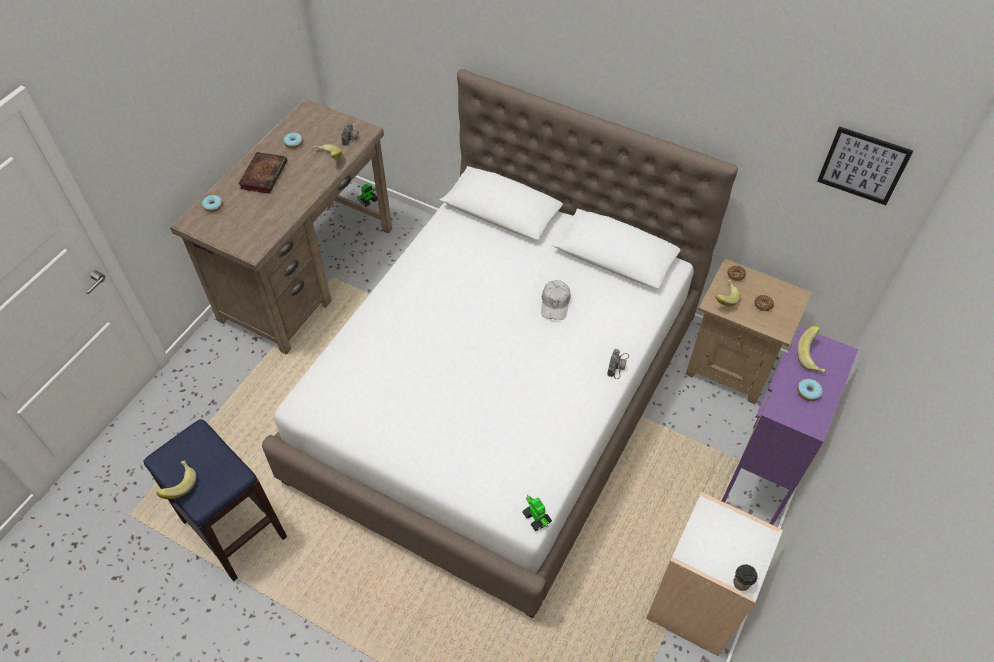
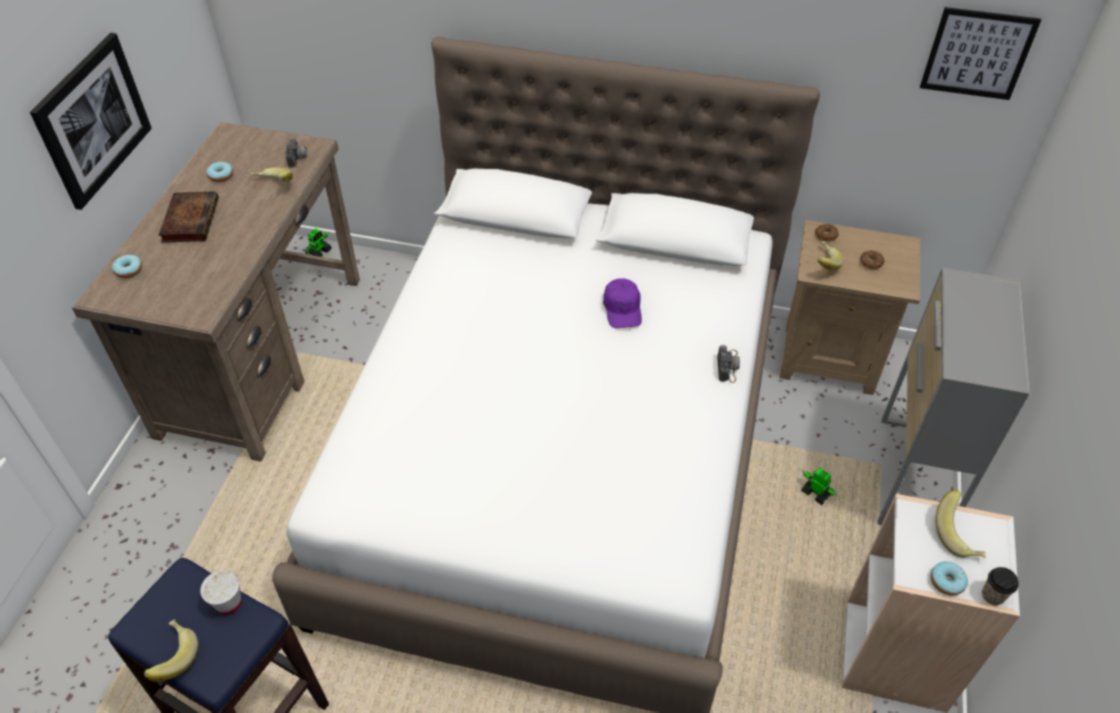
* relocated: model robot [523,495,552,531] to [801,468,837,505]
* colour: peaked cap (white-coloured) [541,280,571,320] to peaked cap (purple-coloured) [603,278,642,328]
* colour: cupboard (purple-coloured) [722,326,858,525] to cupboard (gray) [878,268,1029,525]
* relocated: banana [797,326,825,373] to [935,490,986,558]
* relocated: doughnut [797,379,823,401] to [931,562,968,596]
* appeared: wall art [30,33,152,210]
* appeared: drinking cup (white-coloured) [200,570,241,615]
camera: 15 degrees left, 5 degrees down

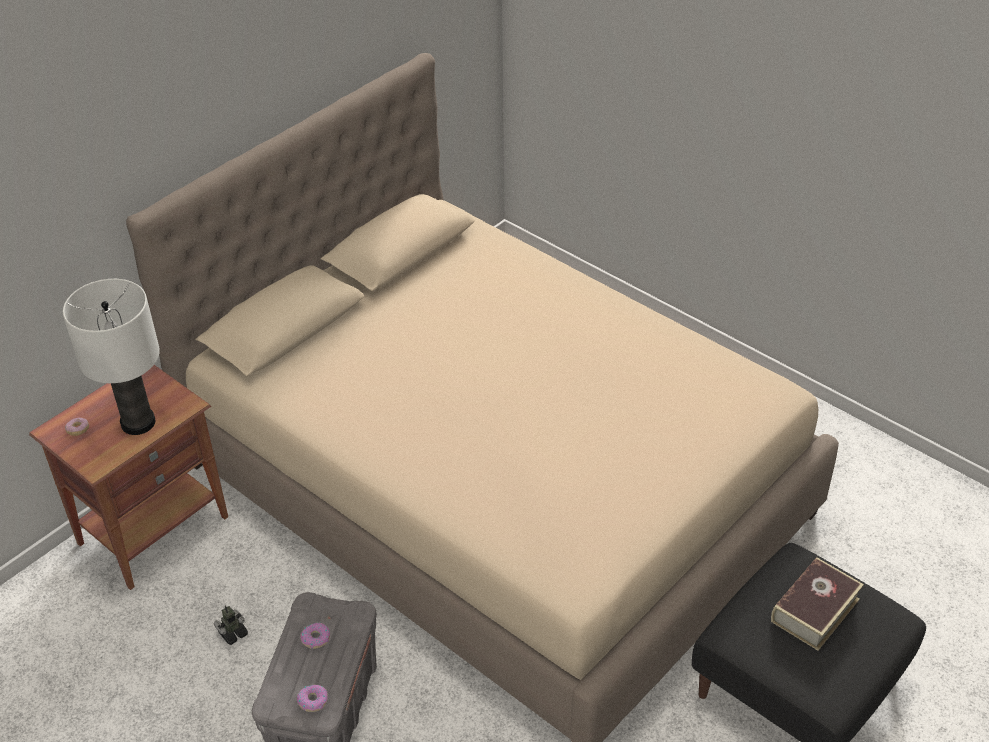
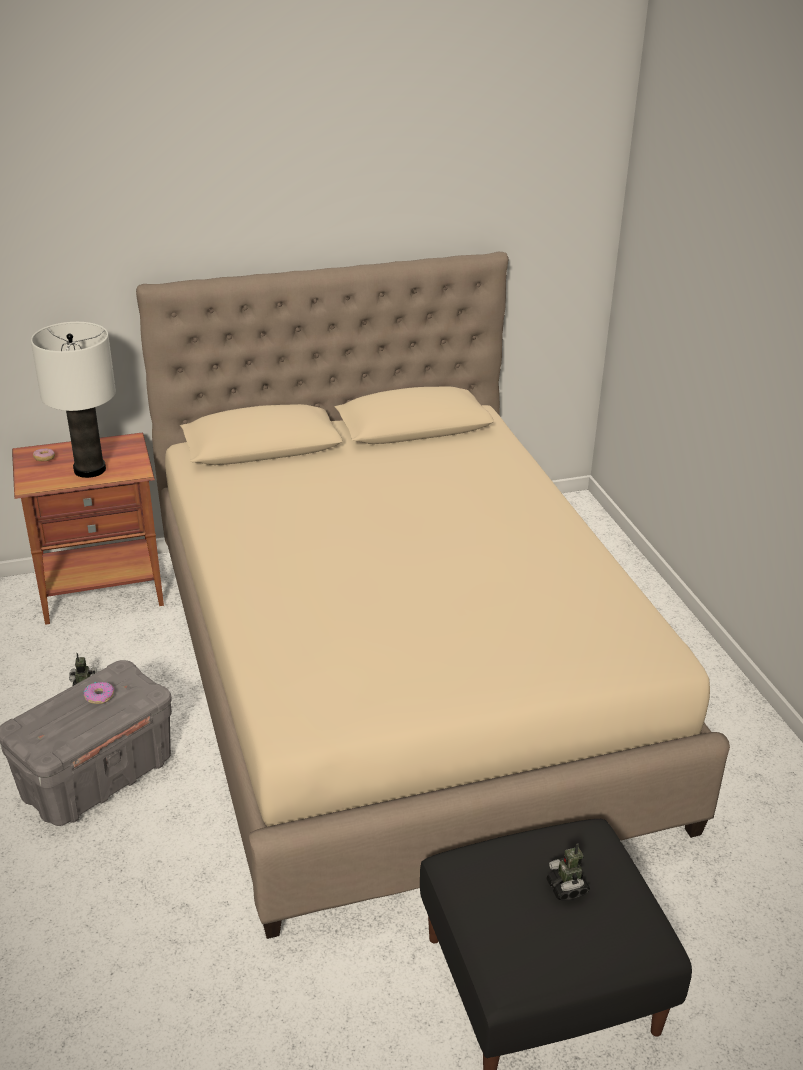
* missing: doughnut [297,685,328,712]
* exchanged: bound book [771,557,864,651] to model robot [546,843,590,900]
camera: 30 degrees right, 10 degrees down

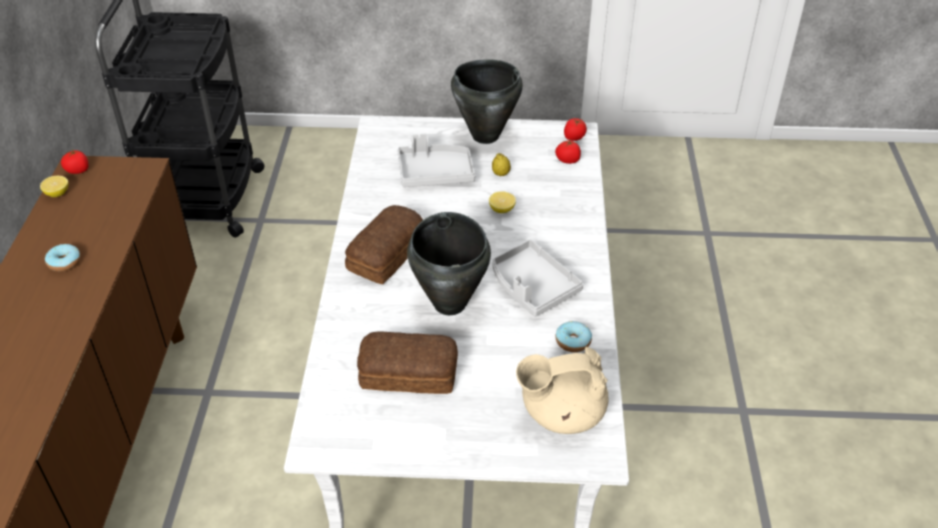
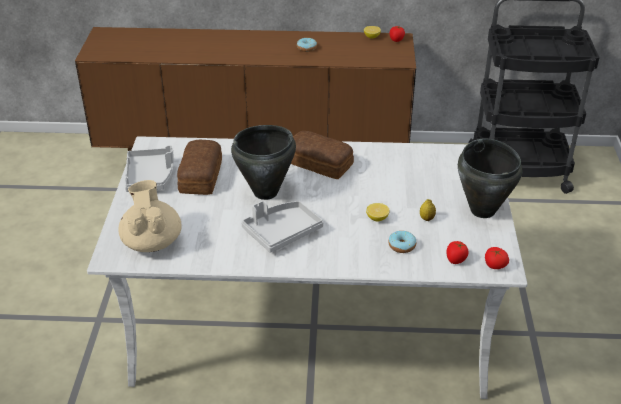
* relocated: serving tray (gray) [397,134,475,187] to [125,145,174,192]
* relocated: doughnut [556,321,592,352] to [388,231,416,253]
camera: 90 degrees right, 5 degrees down

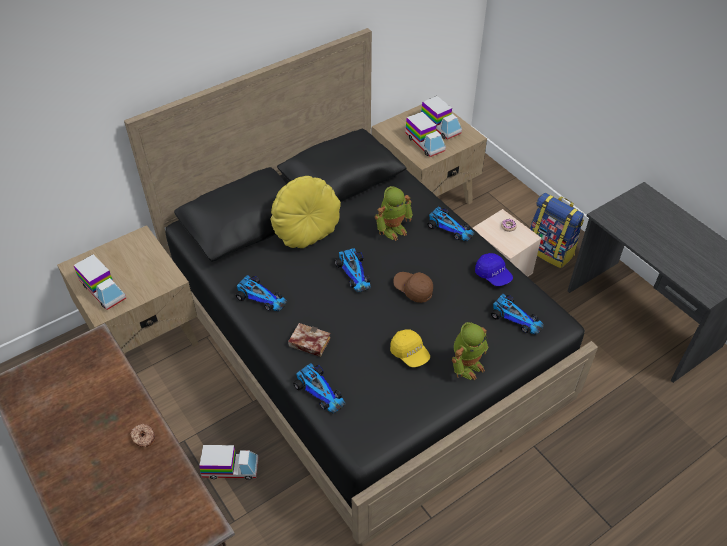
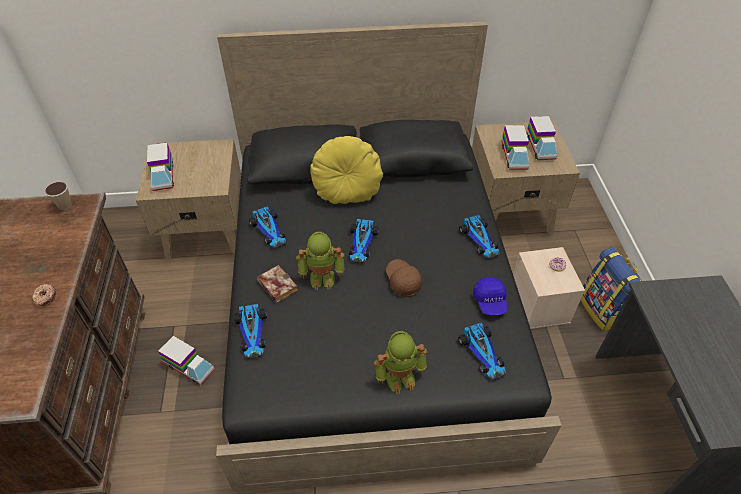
* relocated: model robot [375,186,413,241] to [296,232,345,290]
* missing: peaked cap (yellowish) [390,329,430,367]
* appeared: drinking cup [45,182,72,210]
camera: 30 degrees right, 0 degrees up

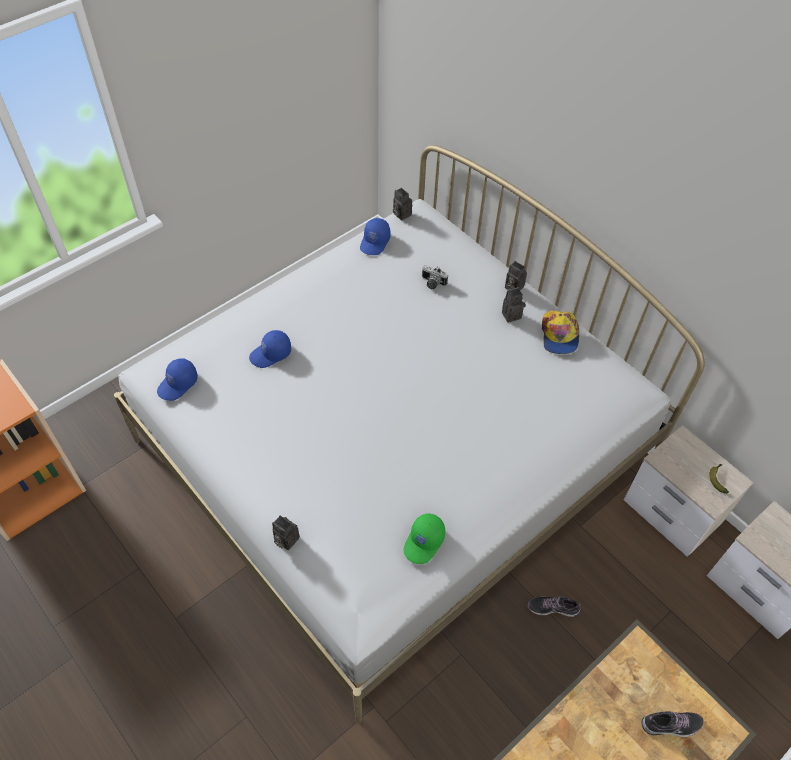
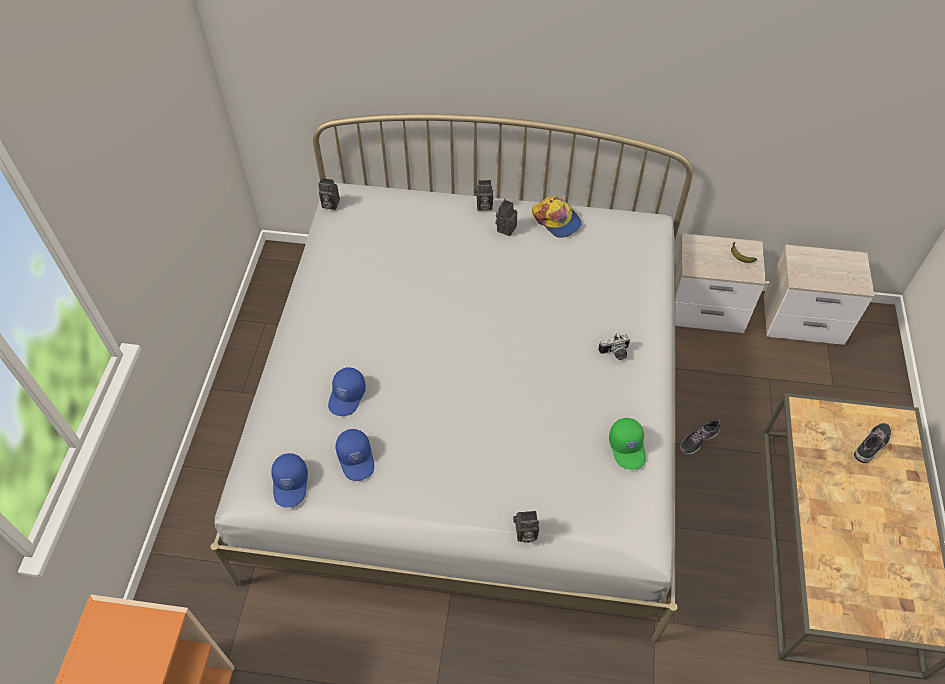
* relocated: peaked cap (blue-coloured) [360,218,391,255] to [336,429,374,481]
* relocated: photo camera [422,265,448,289] to [598,333,631,360]
camera: 40 degrees left, 0 degrees up

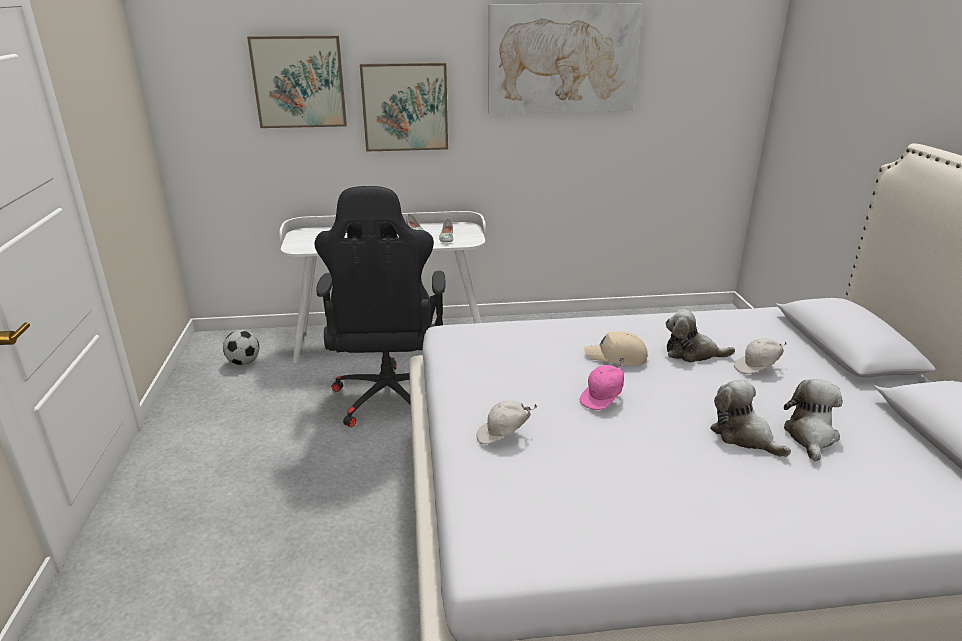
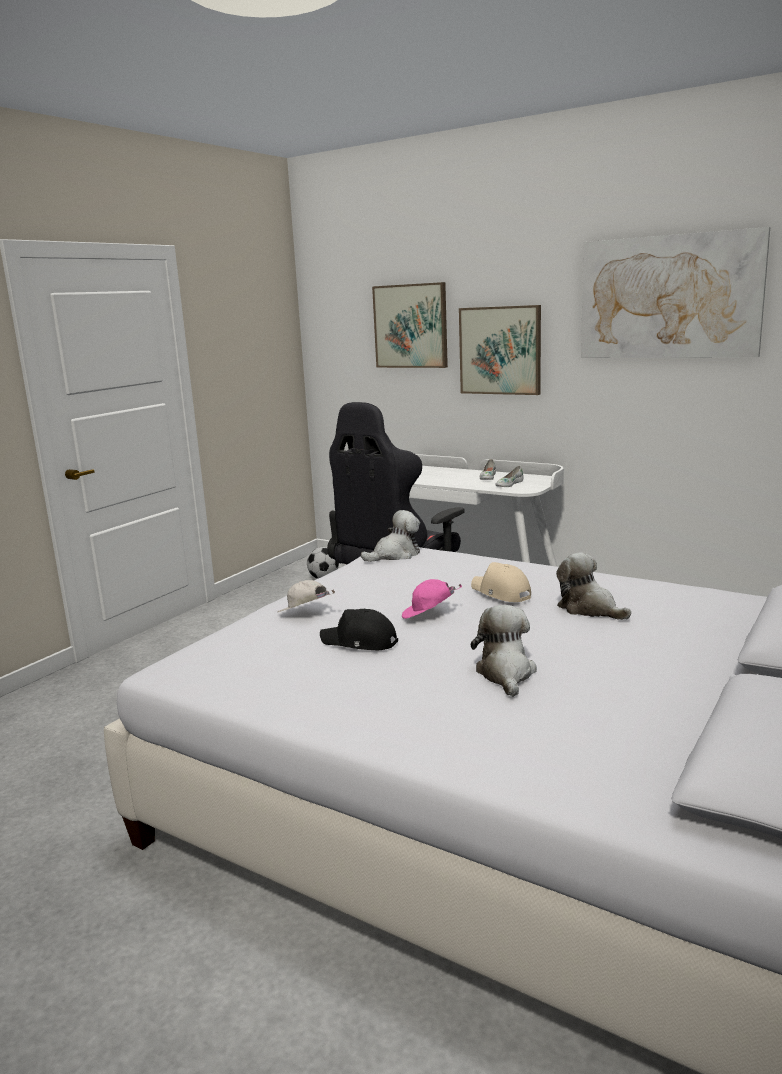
* missing: peaked cap (white-coloured) [734,338,787,374]
* relocated: cuddly toy [784,379,843,461] to [361,510,420,562]
* appeared: peaked cap (black) [320,609,398,650]
camera: 40 degrees right, 10 degrees down

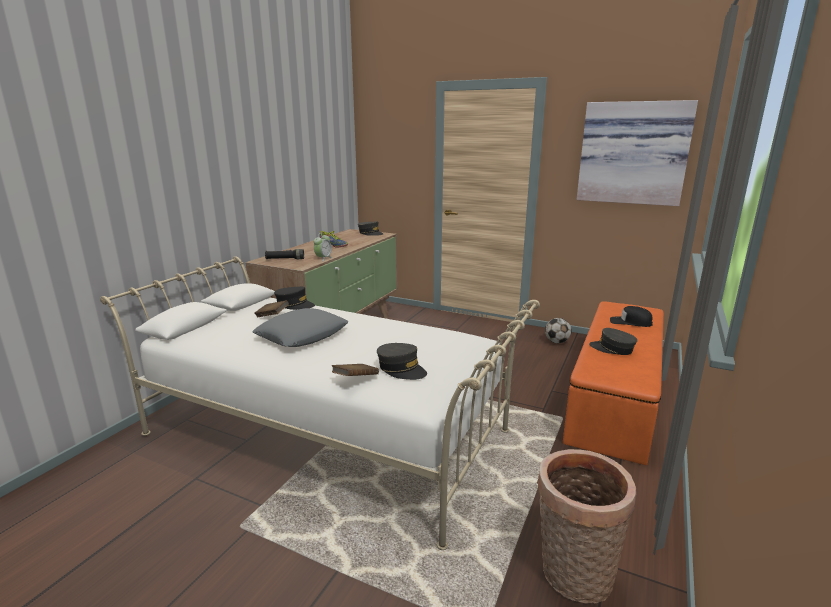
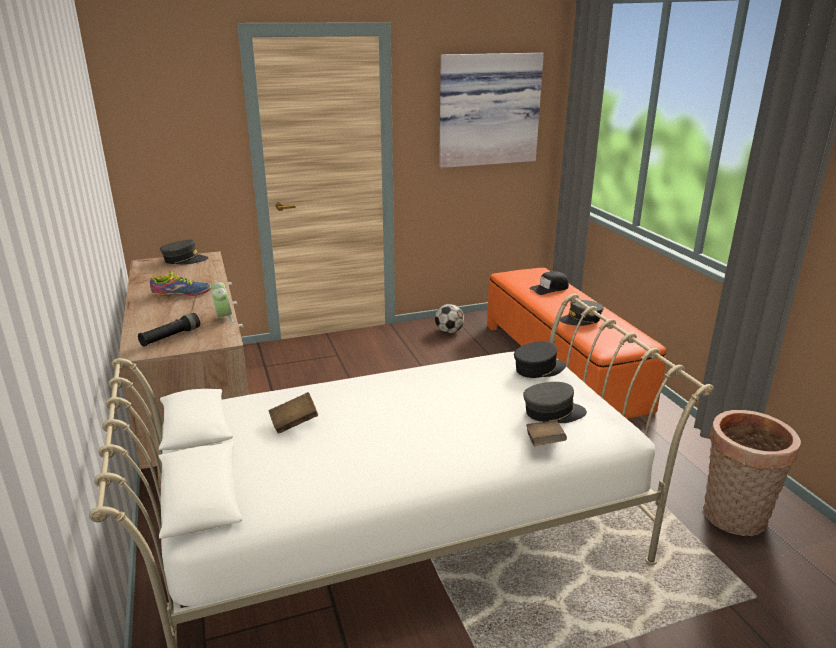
* missing: cushion (gray) [252,308,348,347]
* relocated: peaked cap (black) [274,287,315,310] to [514,341,566,378]
camera: 45 degrees left, 5 degrees up

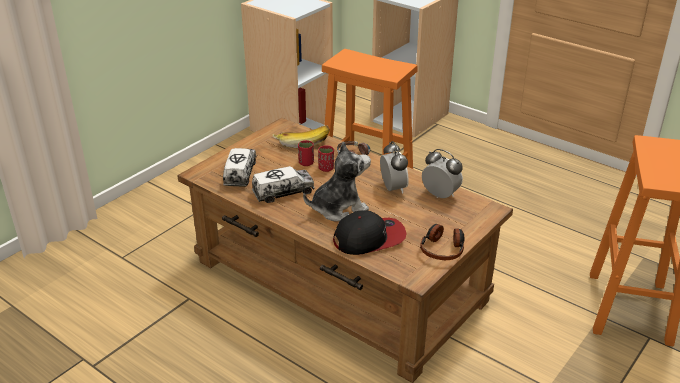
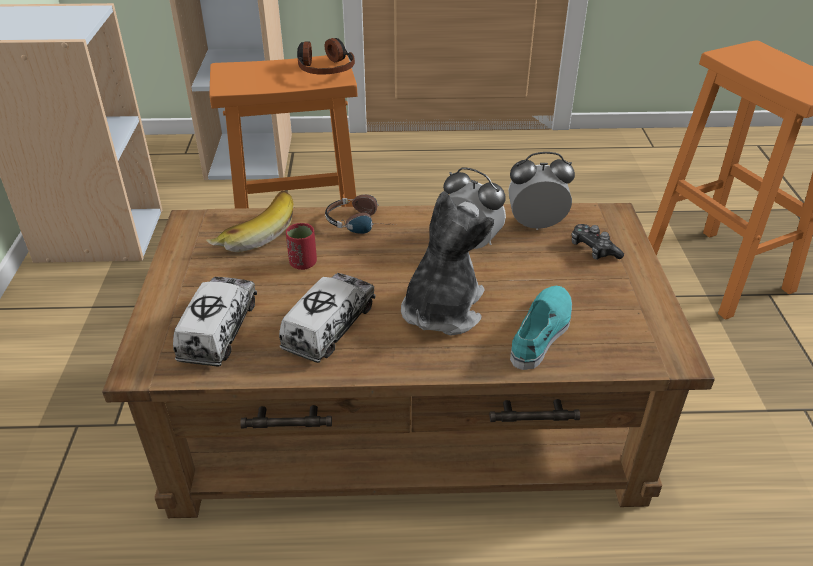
* spun: toy truck [223,148,257,187] = [173,277,257,366] 45 degrees clockwise
* missing: drinking cup (reddish) [318,145,334,172]
* exchanged: peaked cap [333,210,407,255] to low shoe (turquoise) [510,286,572,370]
* relocated: pair of headphones [420,224,464,260] to [297,38,355,74]
* appeared: joypad [571,224,624,260]
camera: 40 degrees left, 5 degrees up

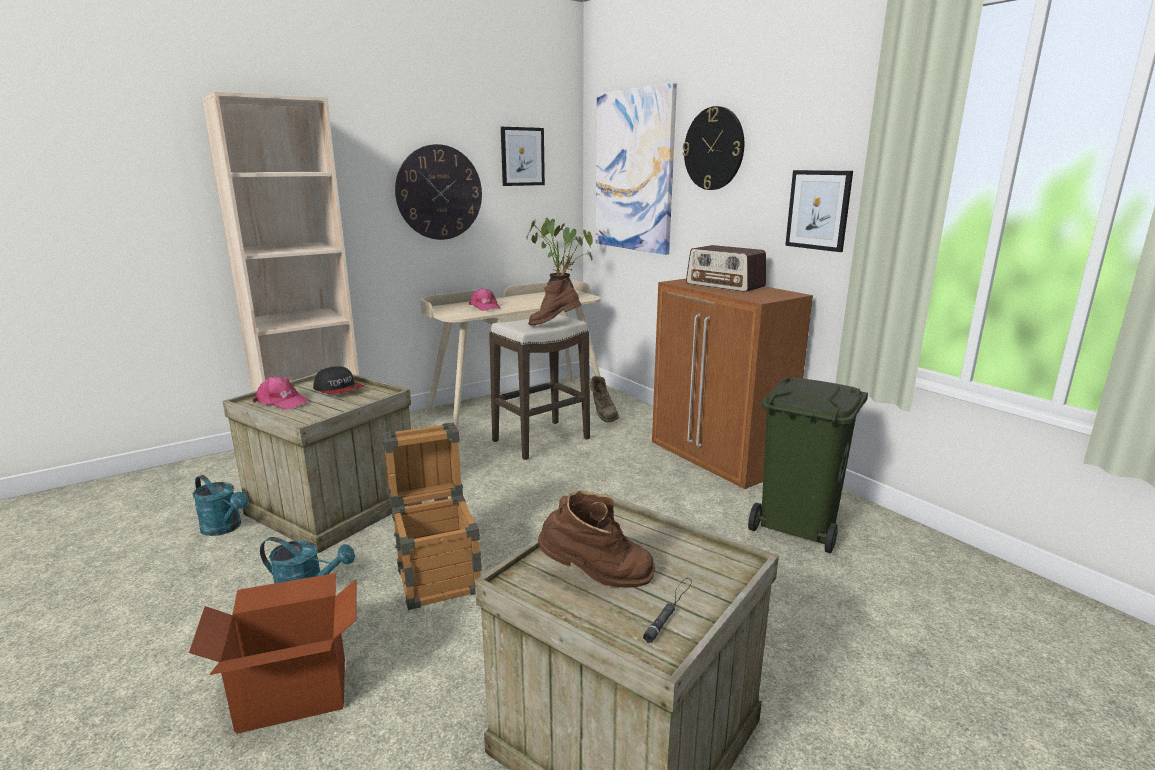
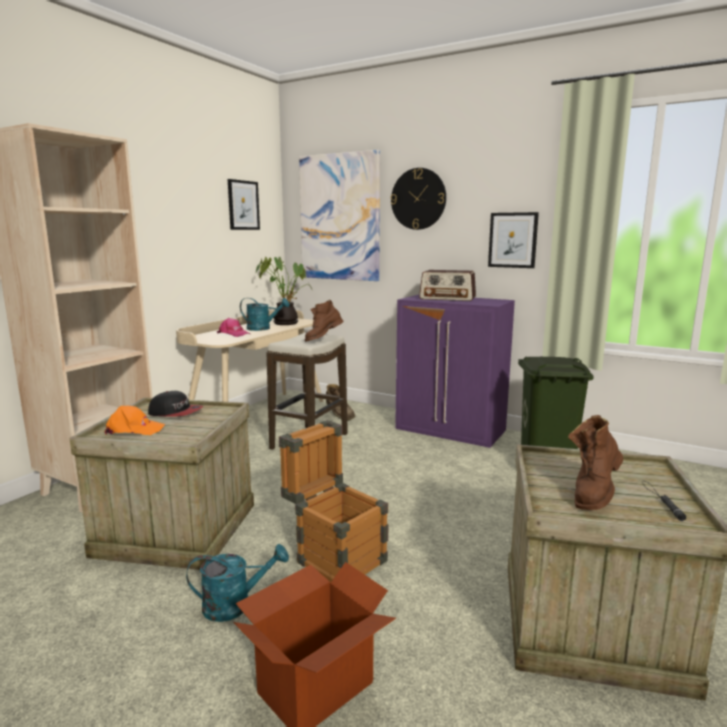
* relocated: watering pot (turquoise) [193,475,248,536] to [240,298,289,331]
* colour: peaked cap (pink-coloured) [252,376,310,410] to peaked cap (orangey) [104,406,165,435]
* missing: wall clock [395,144,482,240]
* spun: boot (brown) [538,490,655,588] = [568,415,623,510] 150 degrees clockwise
* colour: cupboard (brown) [652,279,813,489] to cupboard (purple-coloured) [395,295,515,448]
camera: 25 degrees left, 5 degrees down

